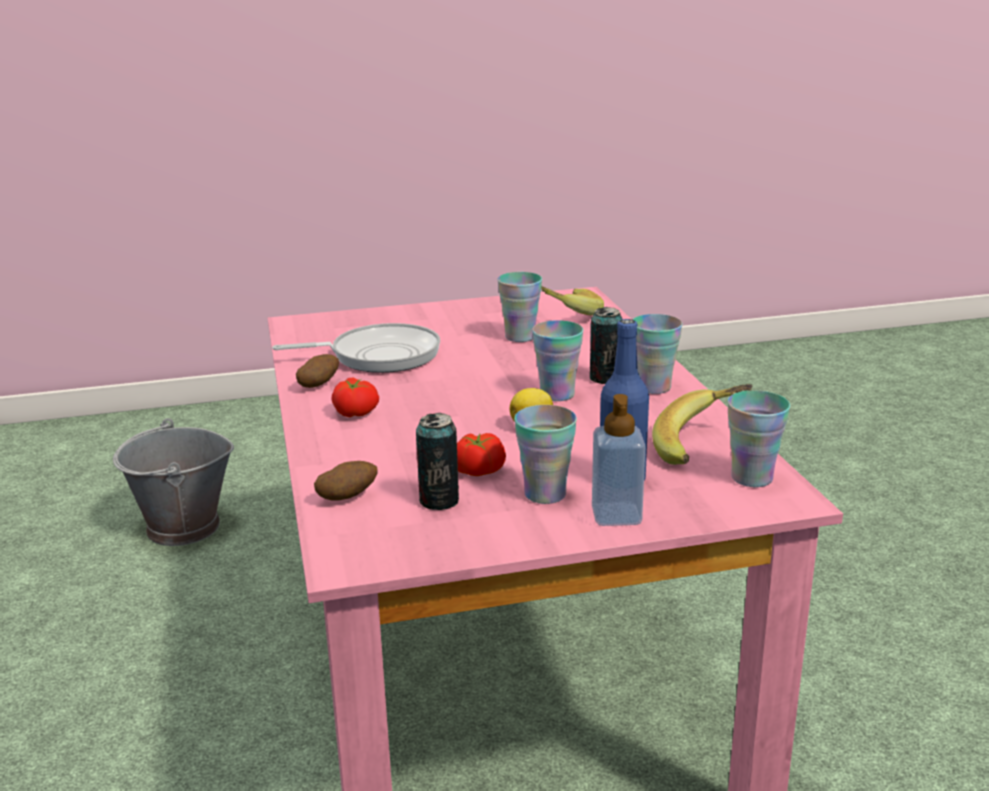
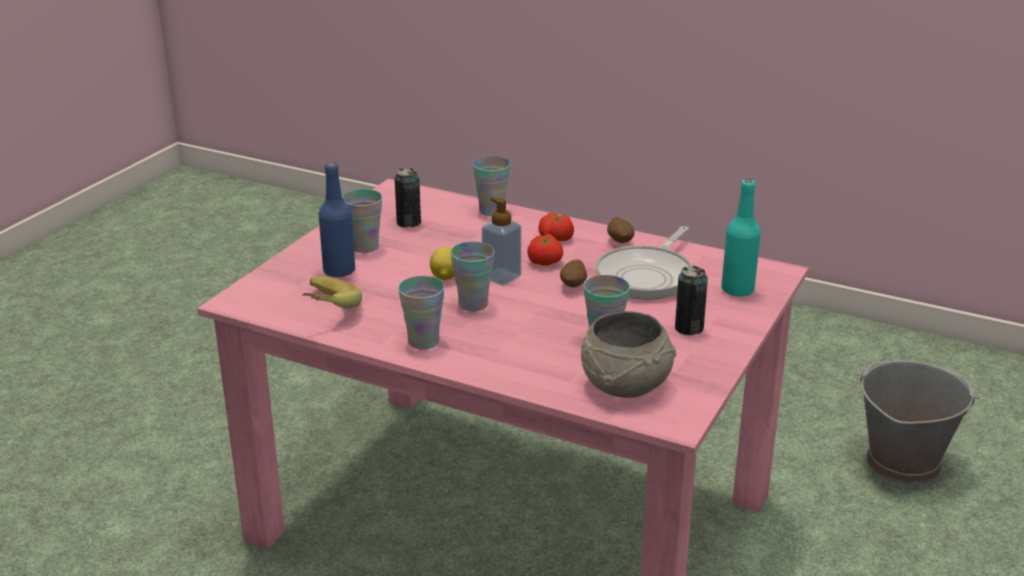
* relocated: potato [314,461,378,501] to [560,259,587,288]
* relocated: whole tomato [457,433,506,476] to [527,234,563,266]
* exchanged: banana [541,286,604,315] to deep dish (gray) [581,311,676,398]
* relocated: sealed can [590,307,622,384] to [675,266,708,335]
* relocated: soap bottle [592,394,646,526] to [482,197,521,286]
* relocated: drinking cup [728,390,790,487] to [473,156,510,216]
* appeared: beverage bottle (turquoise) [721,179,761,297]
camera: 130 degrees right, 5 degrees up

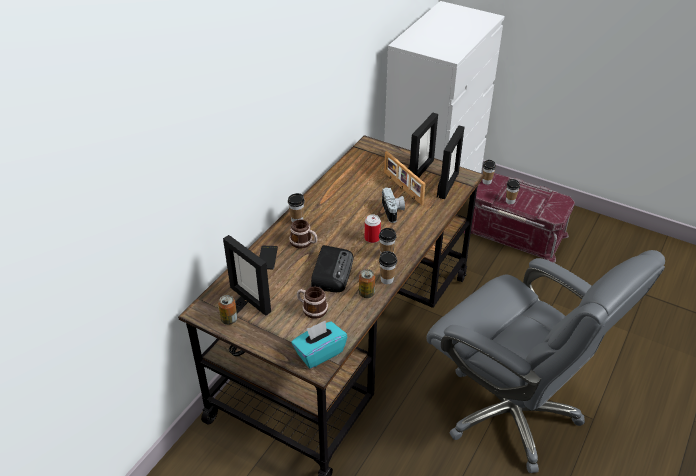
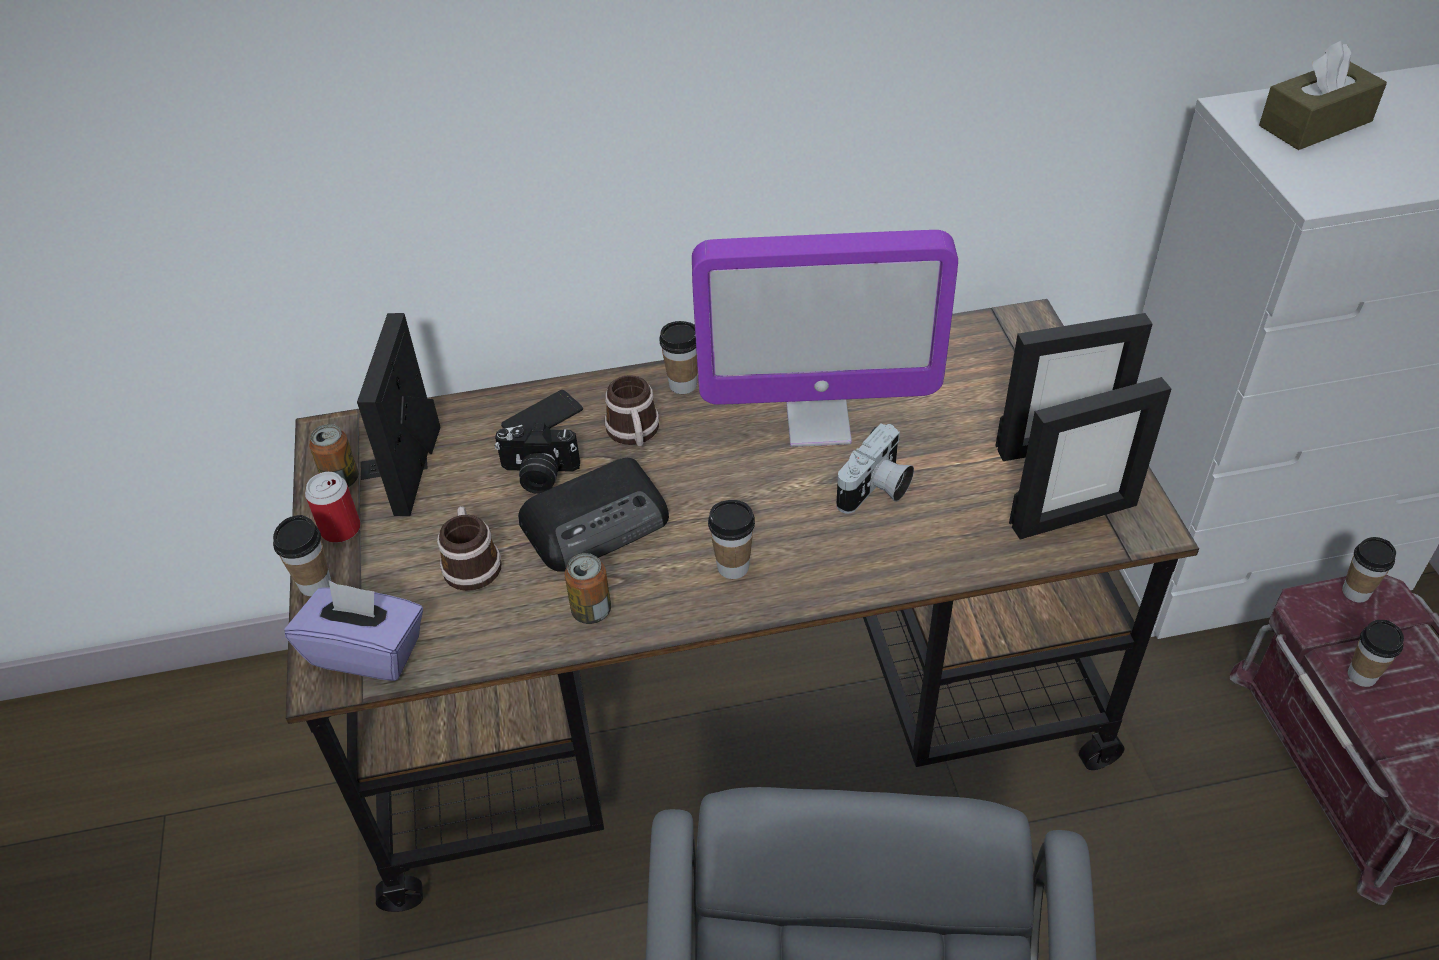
* colour: tissue box (turquoise) [291,320,347,369] to tissue box (purple-coloured) [284,581,423,681]
* relocated: sealed can [365,214,381,243] to [305,472,361,543]
* relocated: drinking cup [379,251,397,284] to [273,515,331,596]
* missing: standing frame [384,151,425,205]
* appeared: photo camera [495,422,580,494]
* appeared: computer screen [692,230,958,447]
* appeared: tissue box (brown) [1259,40,1387,150]
camera: 50 degrees right, 5 degrees up

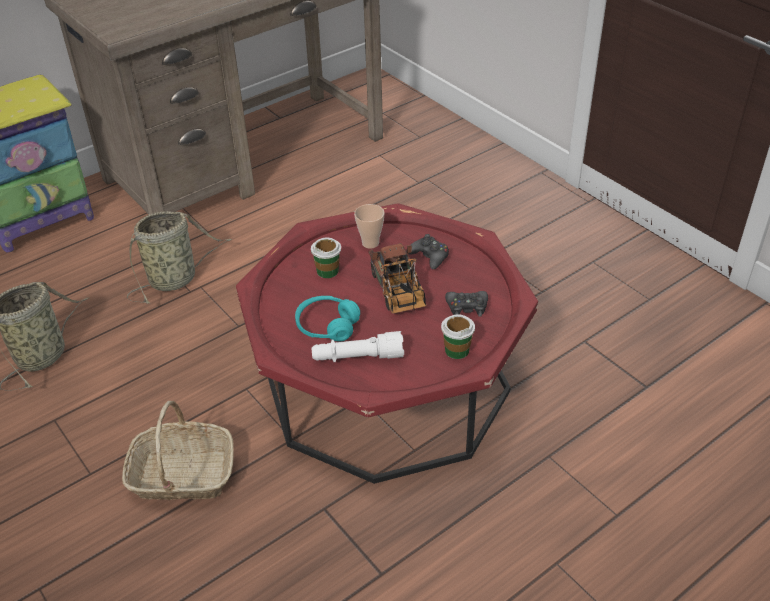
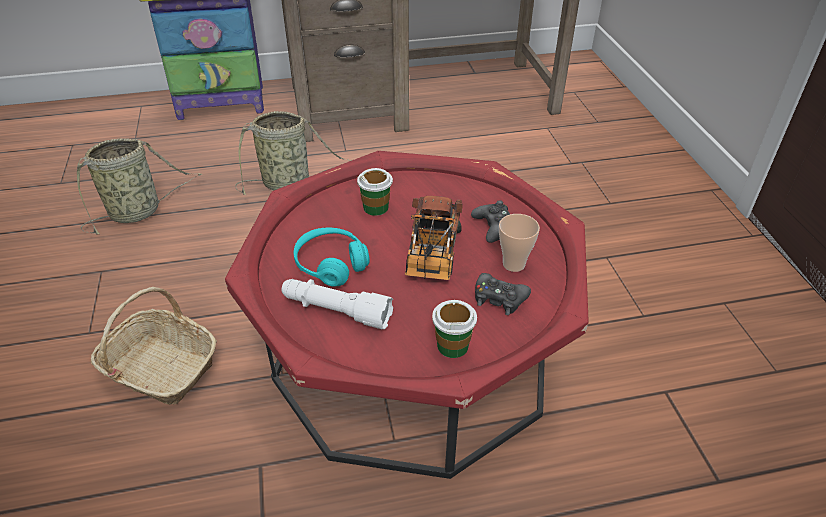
* relocated: drinking cup [354,204,385,249] to [499,214,540,272]
camera: 25 degrees right, 0 degrees up

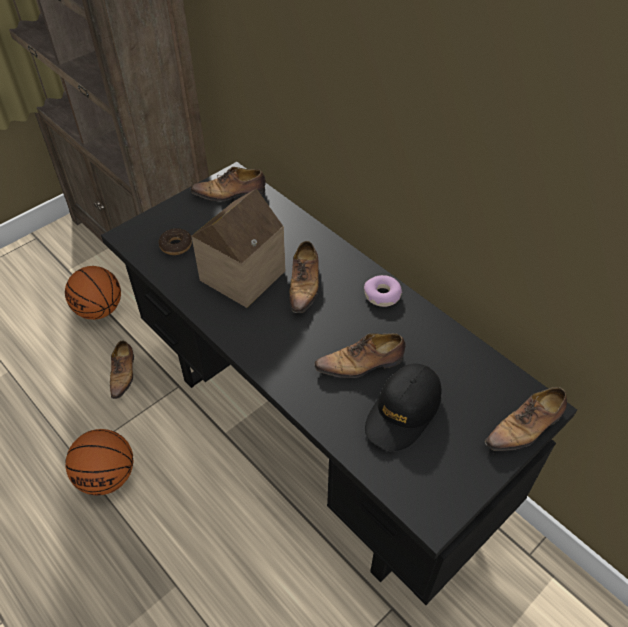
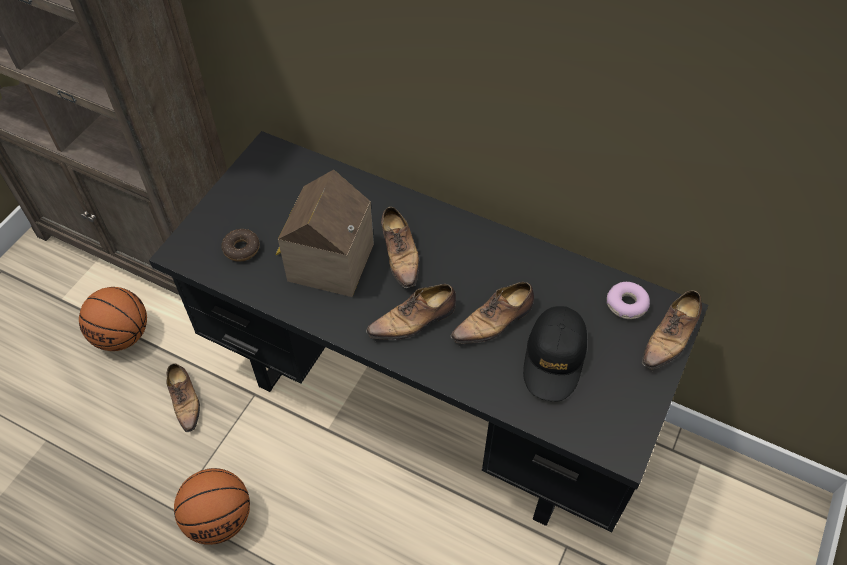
* relocated: low shoe [191,167,266,201] to [366,284,456,342]
* relocated: doughnut [364,275,402,307] to [607,282,650,319]
camera: 20 degrees left, 5 degrees up

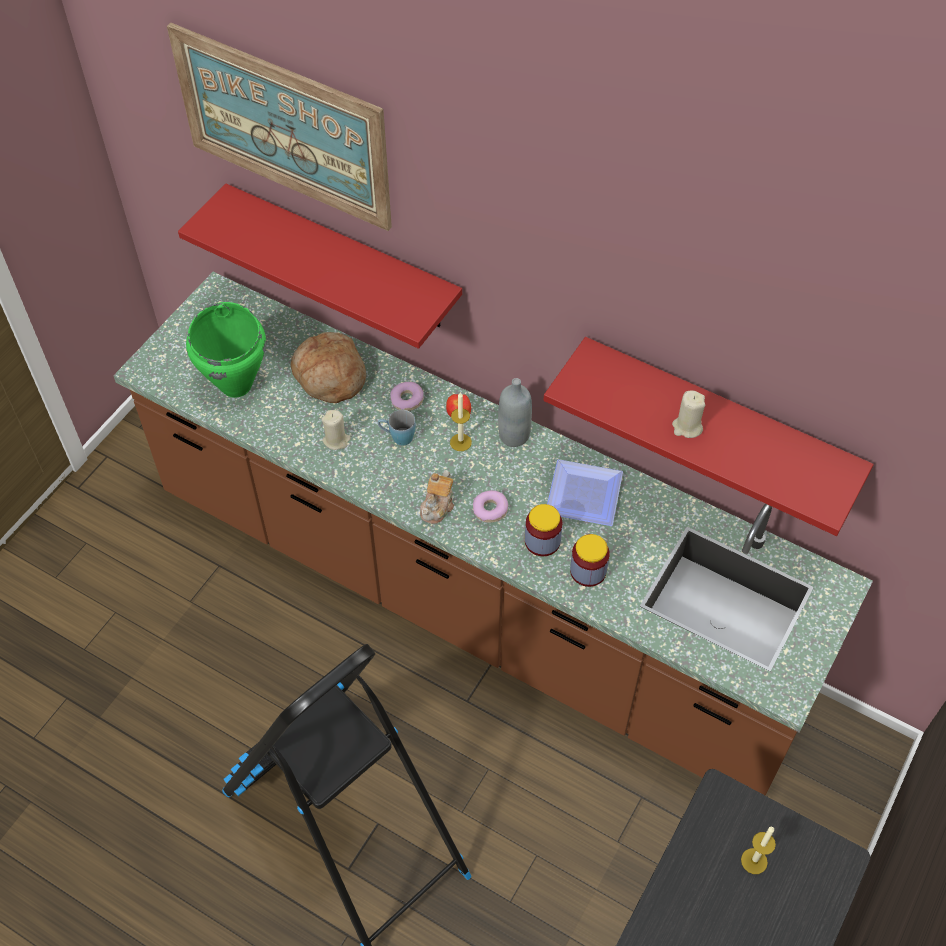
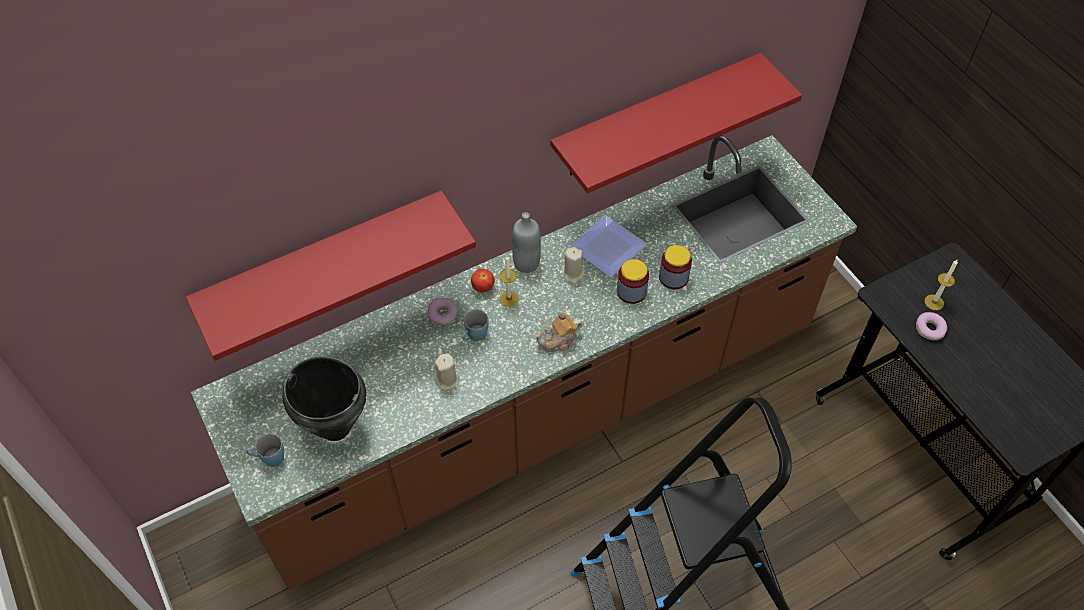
* missing: wall art [167,23,392,231]
* colour: cooking pot (green-coloured) [186,302,266,398] to cooking pot (black) [282,357,366,441]
* missing: bakery bread [291,332,366,403]
* spun: pot for tea [420,470,454,524] = [534,313,583,352] 105 degrees clockwise
* relocated: doughnut [473,490,508,523] to [916,312,947,340]
* relocated: wax candle (beige-coloured) [672,391,705,438] to [562,247,585,284]
* appeared: mug (blue-coloured) [245,434,284,467]
camera: 60 degrees left, 0 degrees up

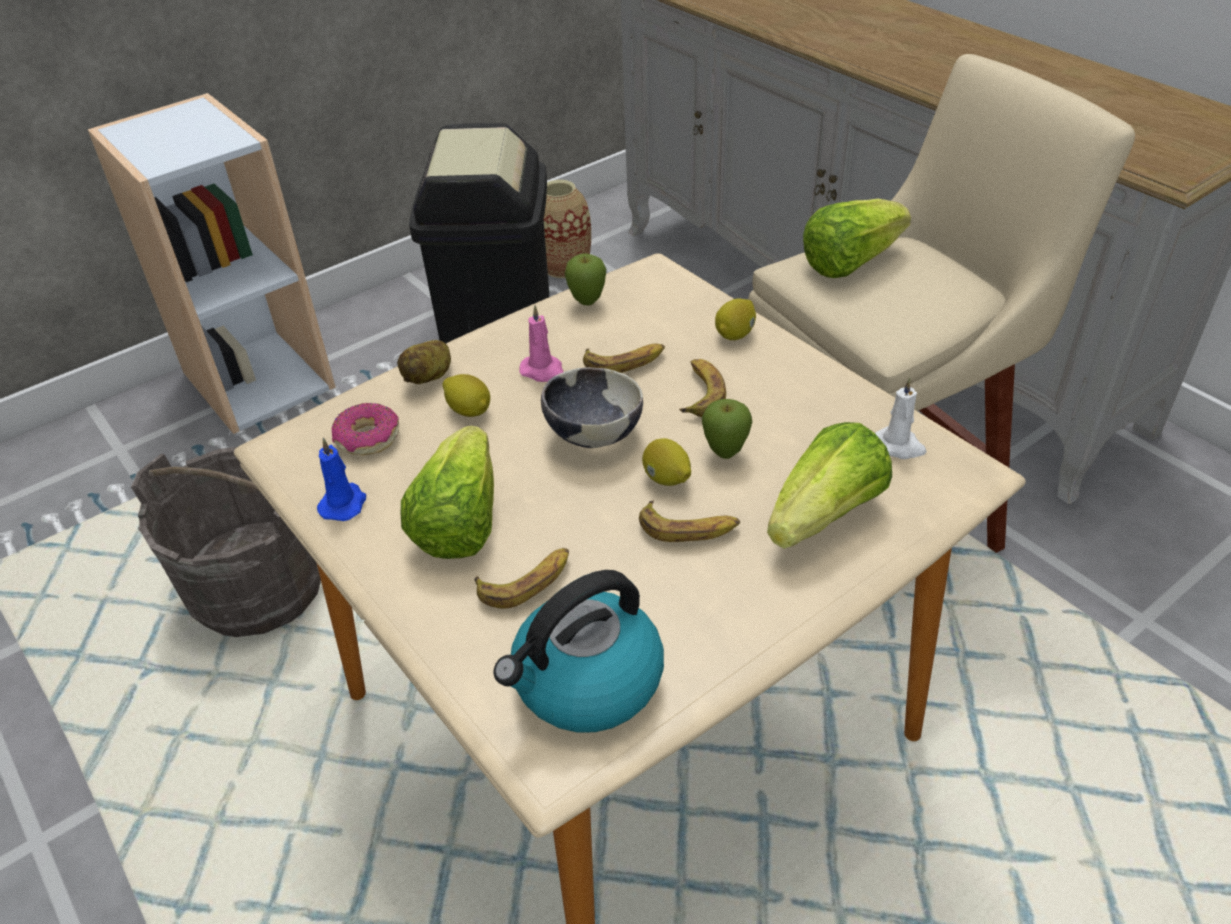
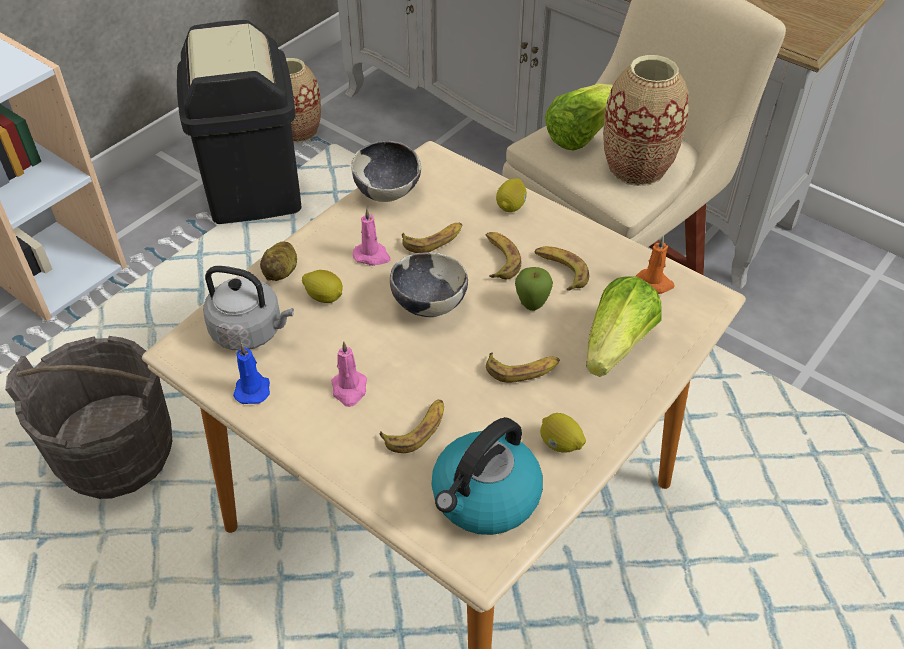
* exchanged: doughnut [332,403,399,455] to water kettle (gray) [203,266,294,350]
* exchanged: lettuce [401,426,494,559] to wax candle (pink-coloured) [331,342,367,407]
* exchanged: apple fruit [565,253,606,305] to deep dish [351,141,421,202]
* relocated: lemon [642,438,691,486] to [540,413,586,452]
* colour: wax candle (white-coloured) [875,377,927,459] to wax candle (orangey) [636,236,675,294]
* appeared: banana [535,246,589,291]
* appeared: flower vase [603,55,689,186]
camera: 15 degrees left, 5 degrees up

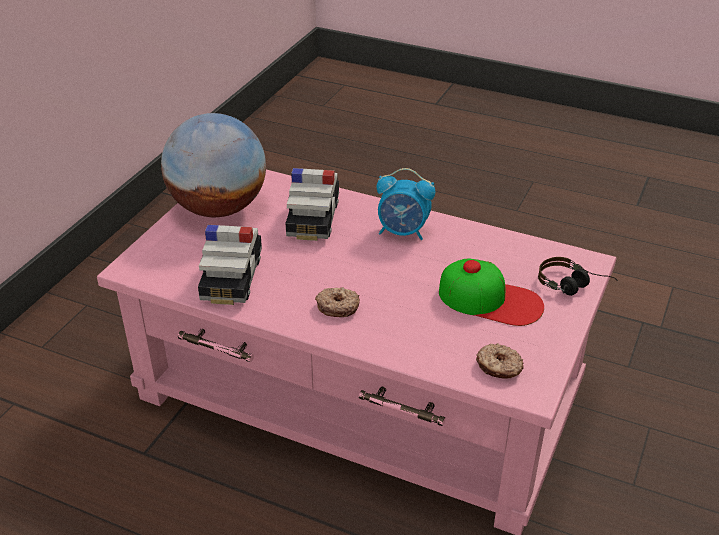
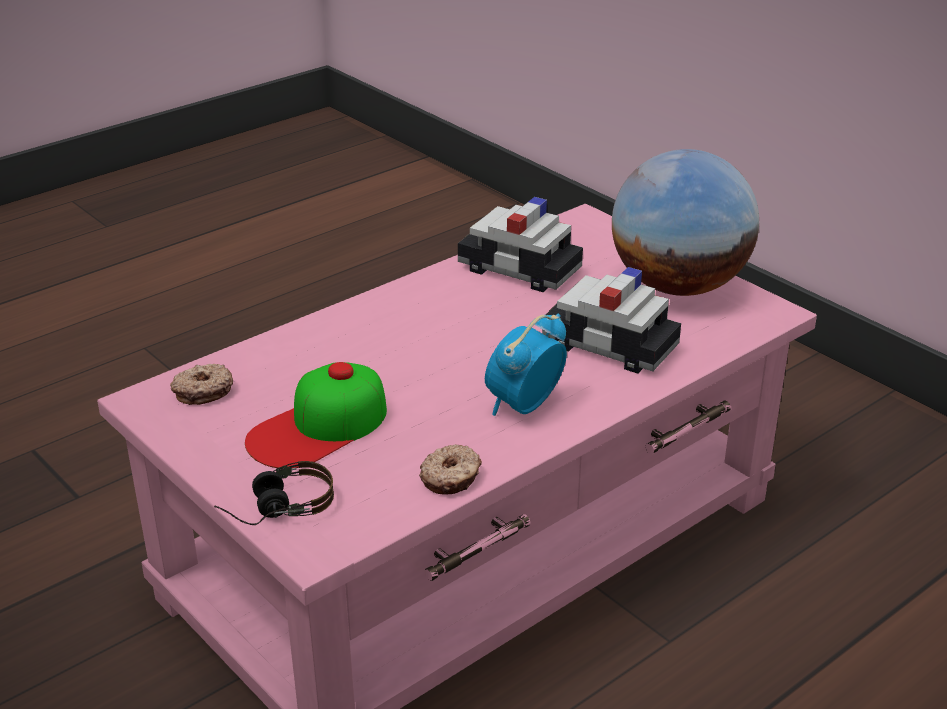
* relocated: doughnut [315,287,360,317] to [419,444,482,494]
camera: 115 degrees right, 5 degrees down

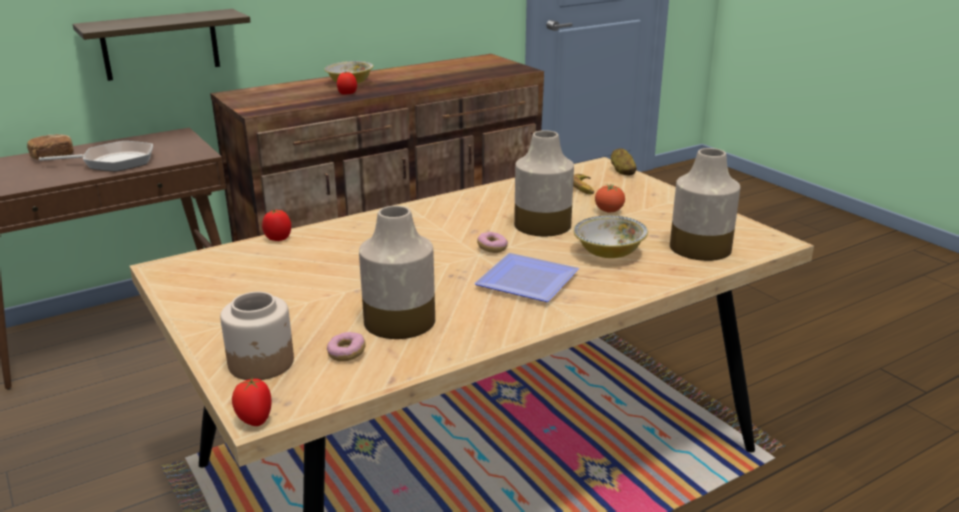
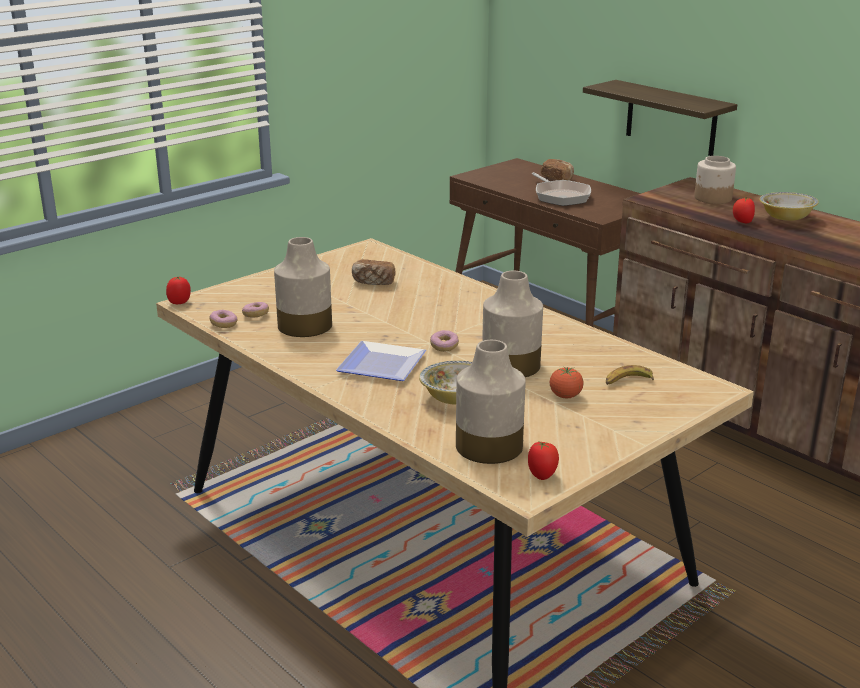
* relocated: storage jar [220,292,294,380] to [694,156,736,204]
* relocated: whole tomato [262,210,291,241] to [528,441,559,480]
* missing: potato [611,148,637,176]
* appeared: doughnut [209,310,238,328]
* appeared: bakery bread [352,259,395,285]
camera: 80 degrees right, 0 degrees up

